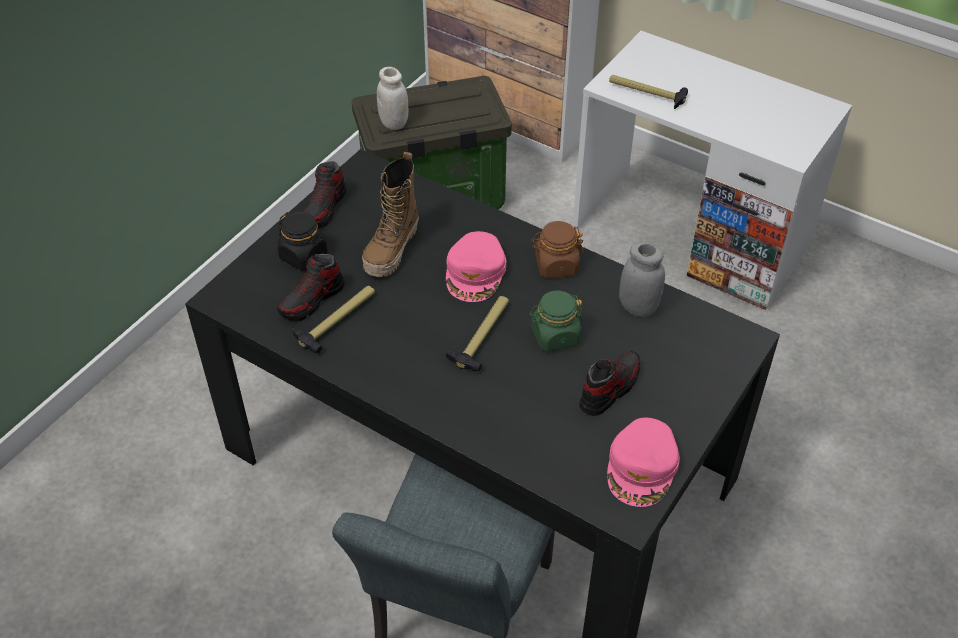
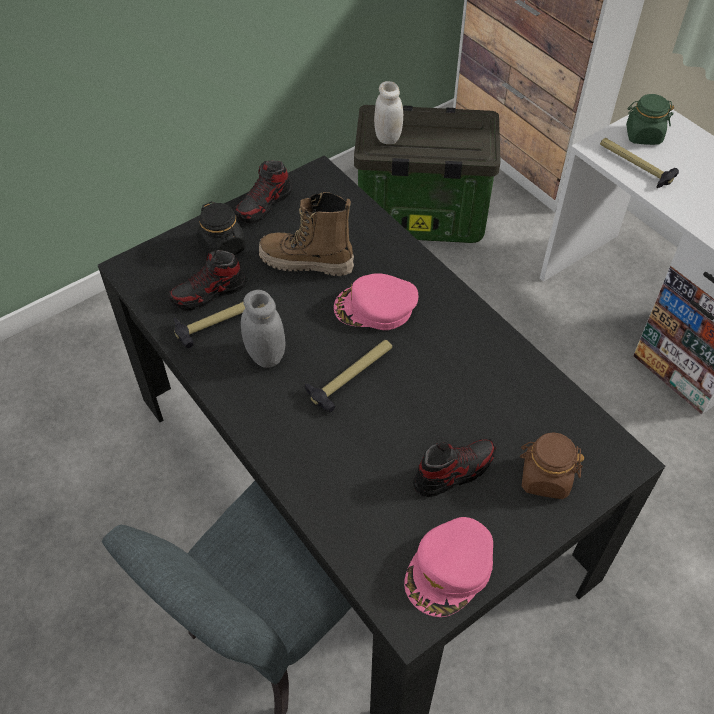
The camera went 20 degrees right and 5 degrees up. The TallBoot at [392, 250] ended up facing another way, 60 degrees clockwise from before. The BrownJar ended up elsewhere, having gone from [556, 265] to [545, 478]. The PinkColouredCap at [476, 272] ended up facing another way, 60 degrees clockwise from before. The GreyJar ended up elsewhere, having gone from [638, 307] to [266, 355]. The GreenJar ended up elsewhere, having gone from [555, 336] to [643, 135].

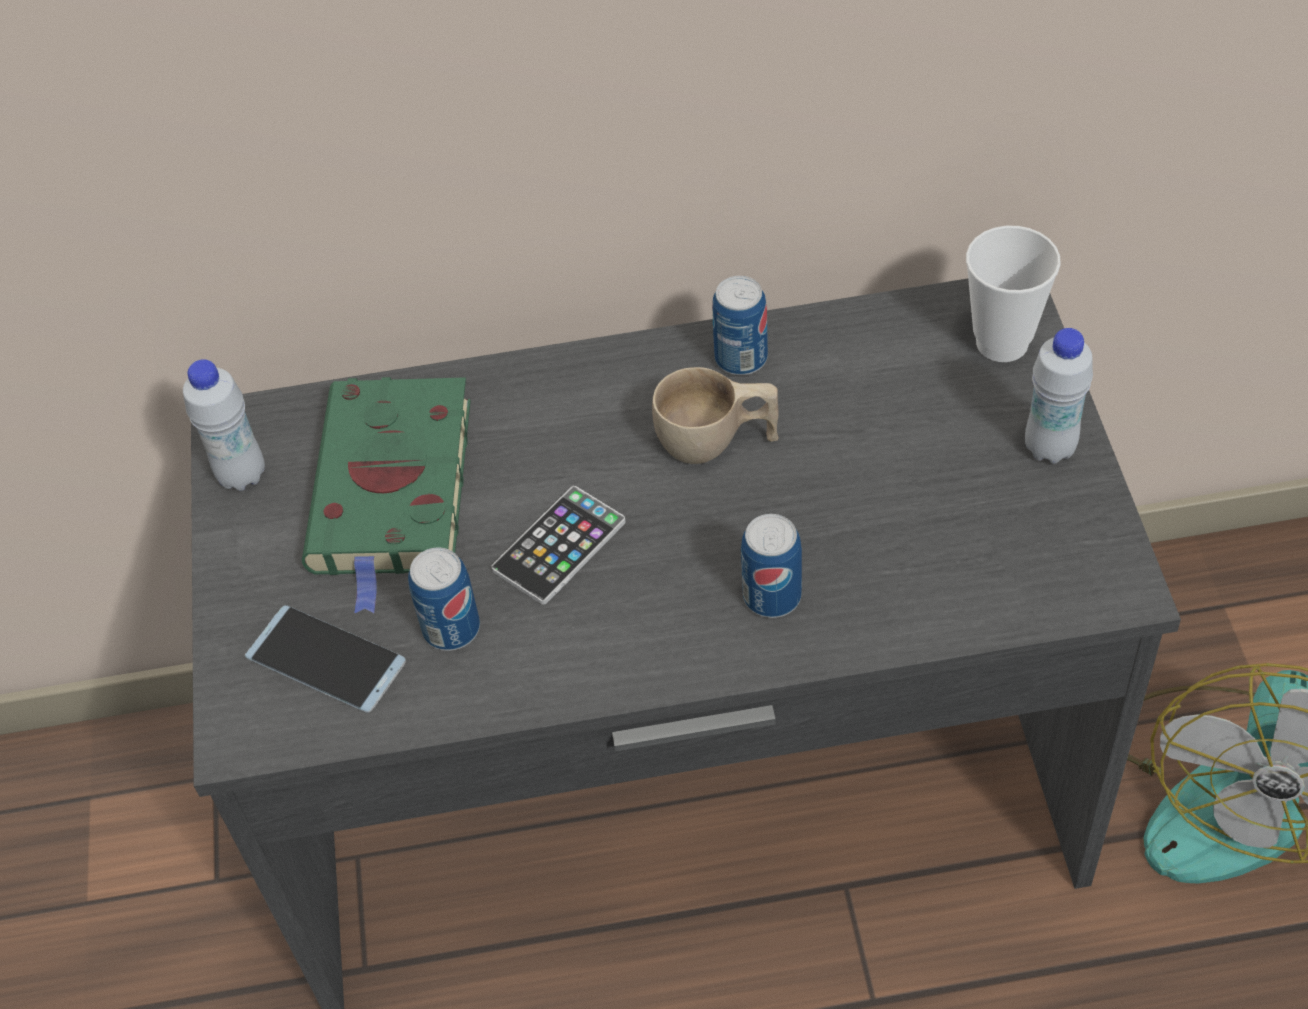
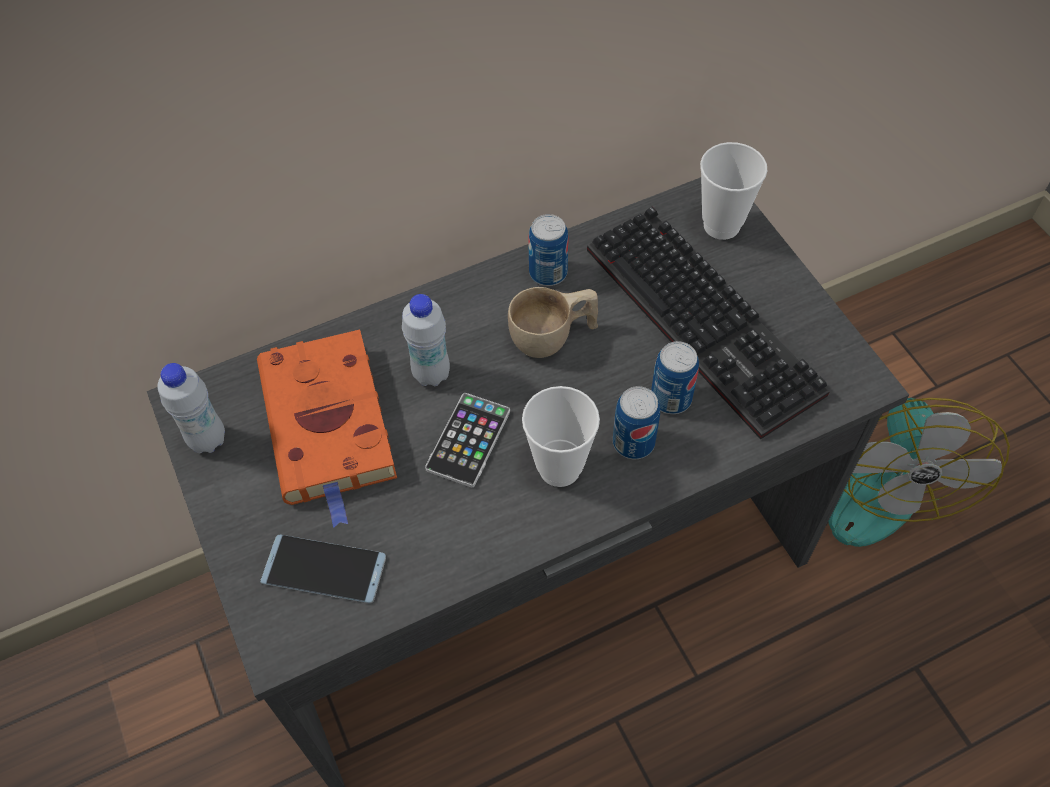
The camera went 20 degrees left and 5 degrees up. The WhitishBeverageBottle ended up elsewhere, having gone from [1049, 448] to [431, 374]. What was the GreenBoundBook at [393, 492] turned into the OrangeBoundBook at [330, 427]. The MetalCan ended up elsewhere, having gone from [451, 629] to [671, 398]. The second view gained the Keyboard at [709, 321]. The second view gained the DrinkingCup at [559, 468].

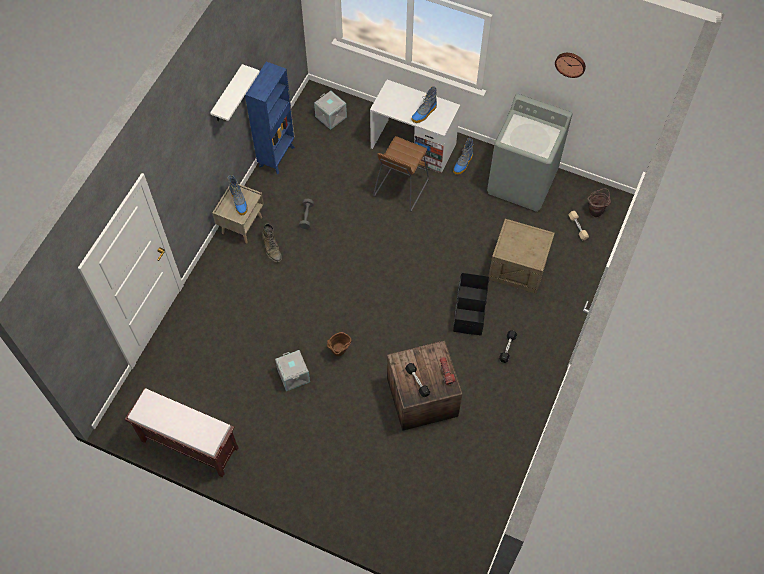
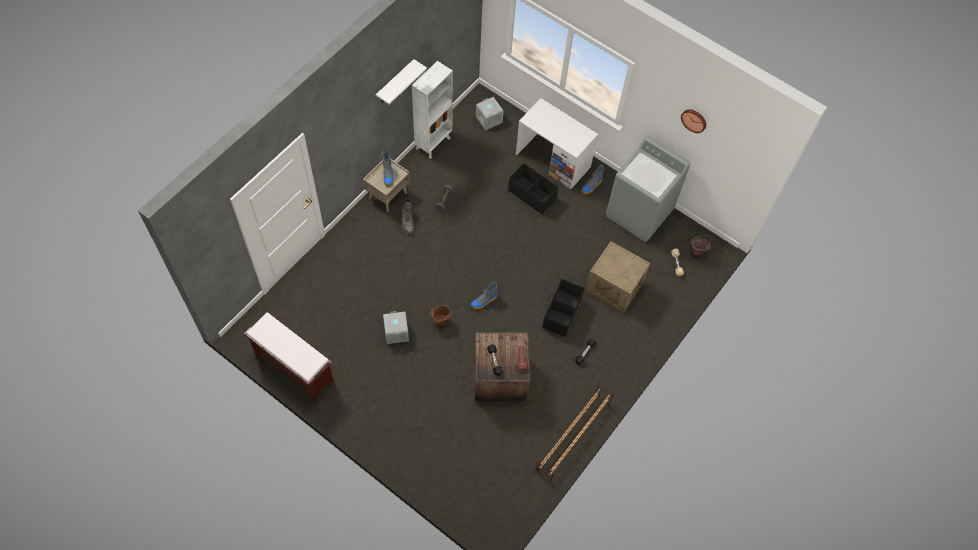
The camera went 10 degrees right and 0 degrees up. What was the BlueColouredBookshelf at [277, 156] turned into the WhitishBookshelf at [434, 143]. The TallBoot ended up elsewhere, having gone from [424, 113] to [484, 301]. Where the BrownStool stood at [401, 188], the BlackStorageBin came to stand at [532, 195]. The second view gained the BrownShoeStand at [572, 437].

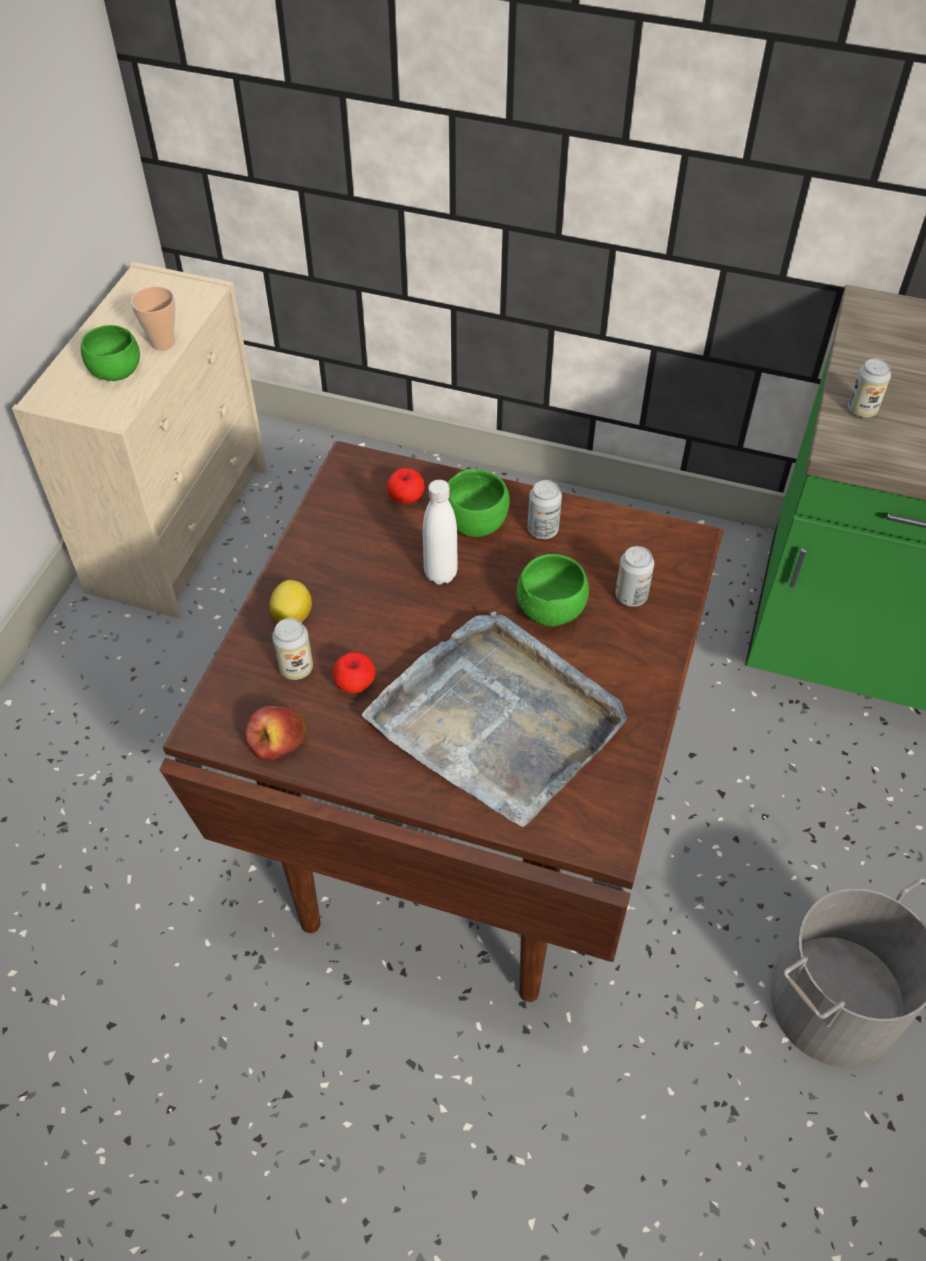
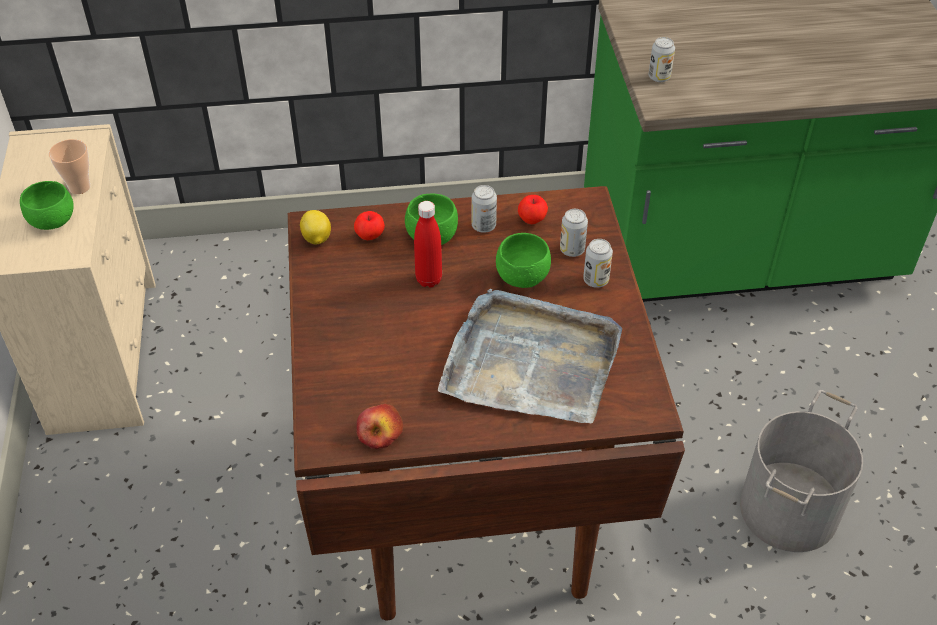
The camera went 25 degrees left and 5 degrees down. What was the WhitishBeverageBottle at [440, 574] turned into the ReddishBeverageBottle at [428, 280]. The WholeLemon ended up elsewhere, having gone from [292, 617] to [316, 239]. The MetalCan ended up elsewhere, having gone from [296, 668] to [596, 280]. The WholeApple ended up elsewhere, having gone from [355, 685] to [532, 220].

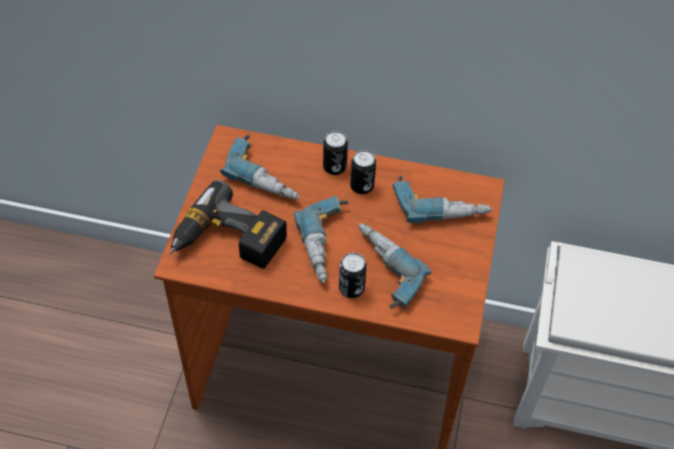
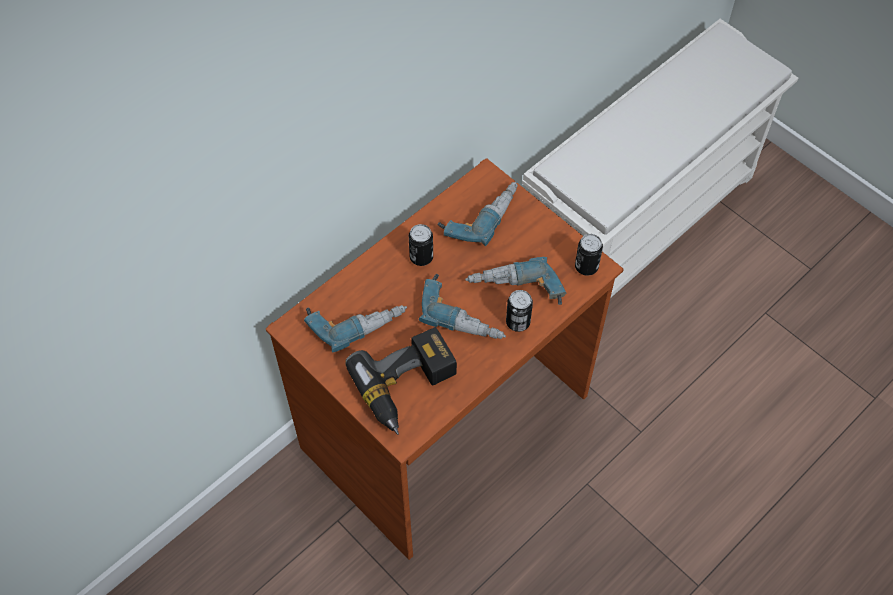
The camera went 55 degrees left and 5 degrees up. The MetalCan ended up elsewhere, having gone from [334, 167] to [586, 267].

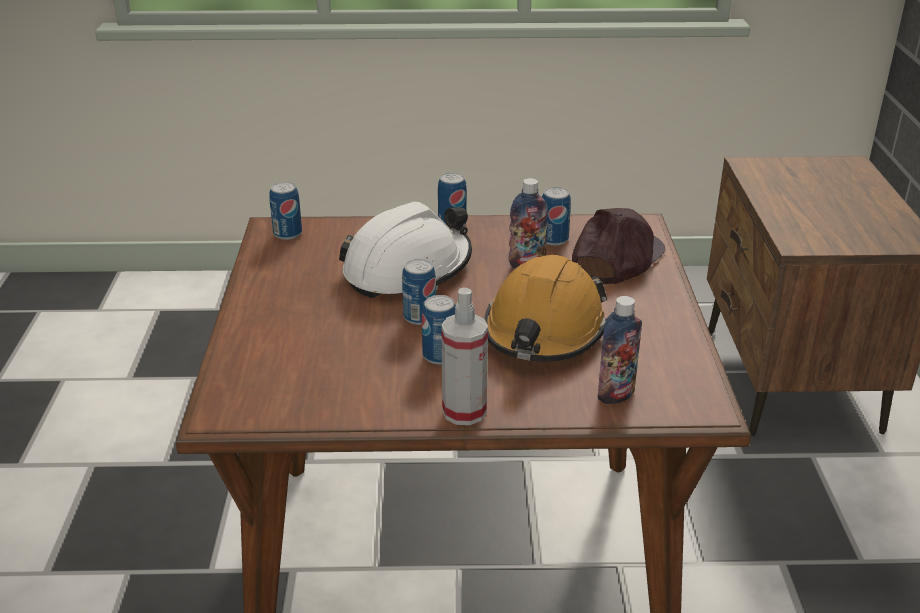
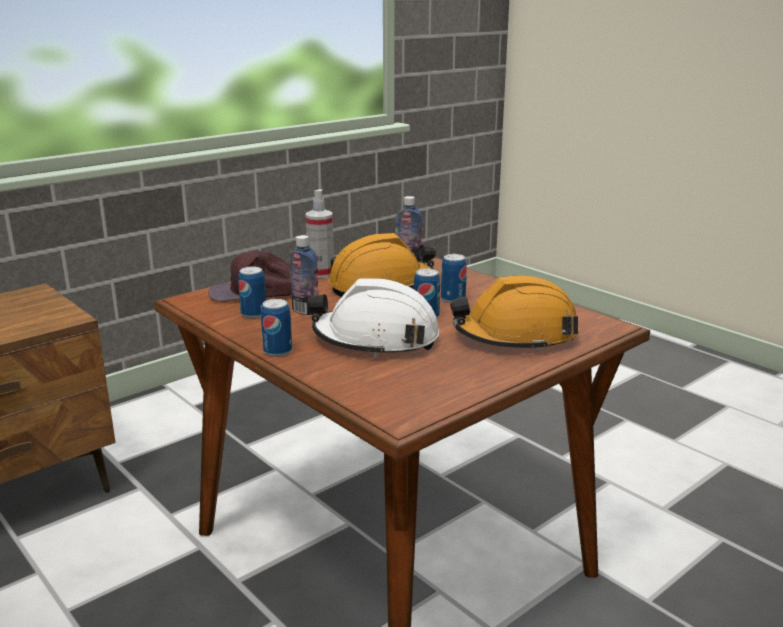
The camera went 130 degrees left and 10 degrees down. The second view lost the MetalCan at [287, 234]. The SprayBottle ended up elsewhere, having gone from [464, 411] to [321, 274]. The second view gained the OrangeHardHat at [515, 336].

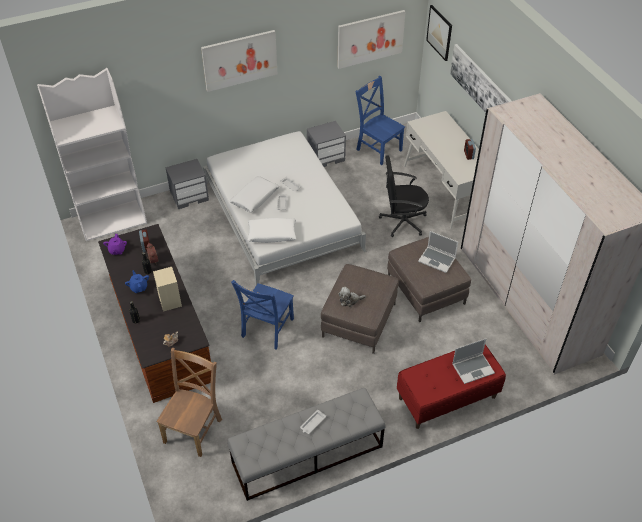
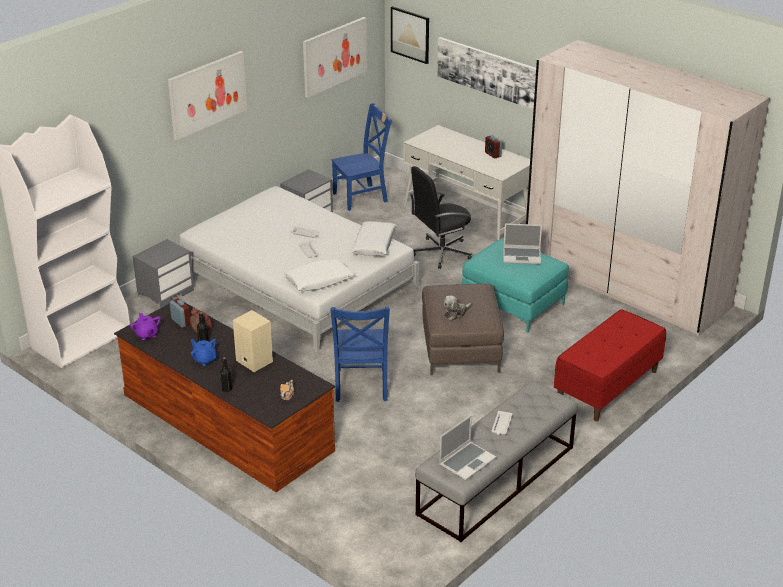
The camera went 25 degrees left and 15 degrees down. The BlueColouredChair at [378, 149] ended up facing another way, 135 degrees clockwise from before. The WhitishThrowPillow ended up elsewhere, having gone from [255, 198] to [374, 244]. What was the BrownFootrest at [426, 290] turned into the TurquoiseColouredFootrest at [513, 304]. The NotebookComputer ended up elsewhere, having gone from [473, 368] to [467, 461]. The second view lost the BrownChair at [194, 428].

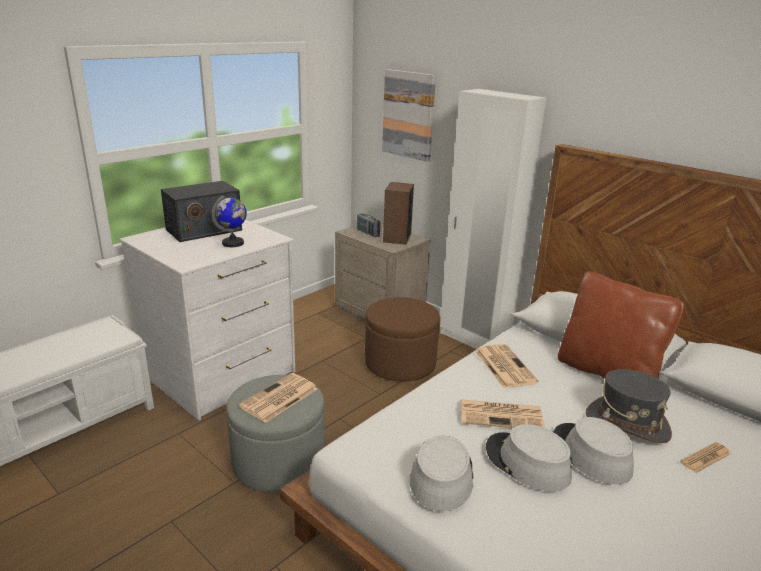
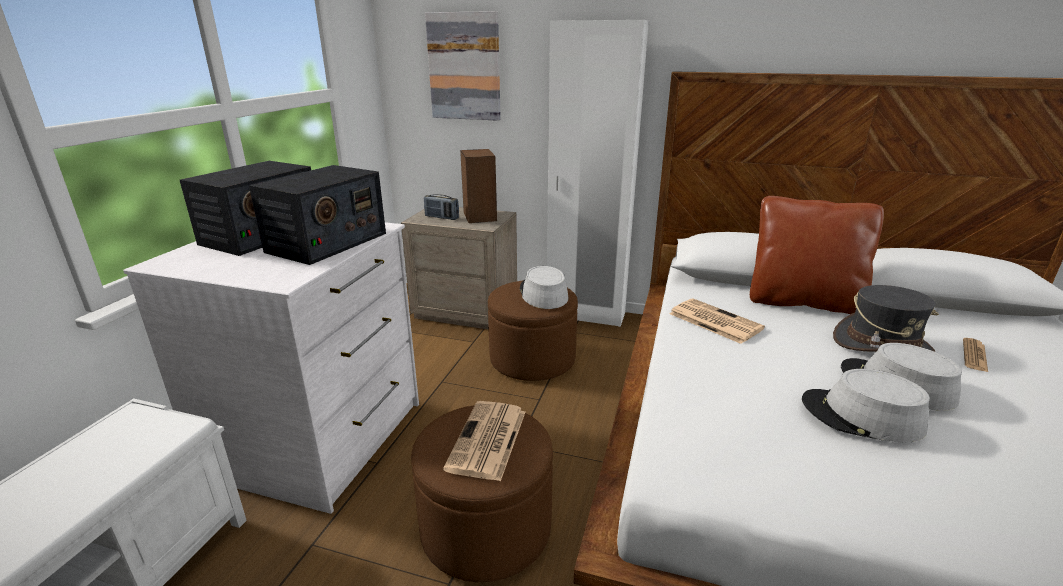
The camera went 25 degrees left and 0 degrees up. Where the DeskGlobe stood at [233, 243], the RadioSet came to stand at [327, 243]. What was the GreyFootrest at [278, 461] turned into the BrownFootrest at [486, 527]. The second view lost the PrintedPaper at [502, 415]. The GreyWearableHat ended up elsewhere, having gone from [441, 475] to [543, 294].

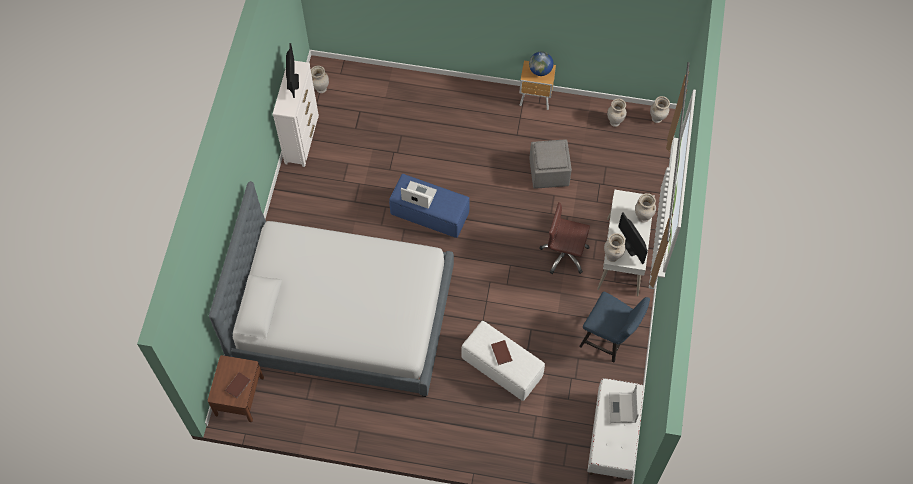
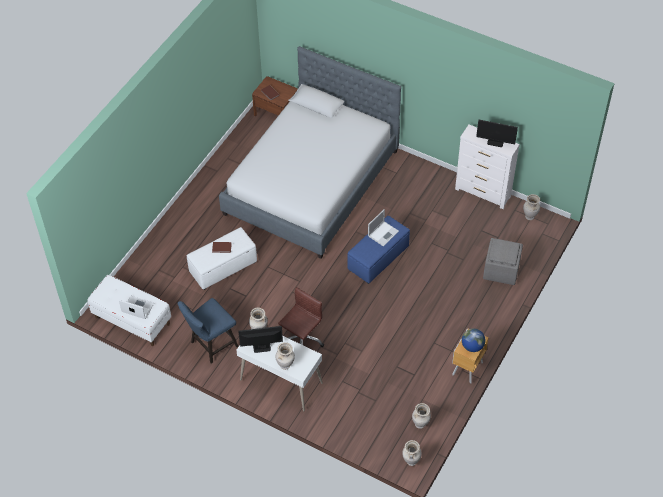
The camera went 110 degrees right and 10 degrees down. The GreyFootrest ended up elsewhere, having gone from [548, 172] to [501, 270].

